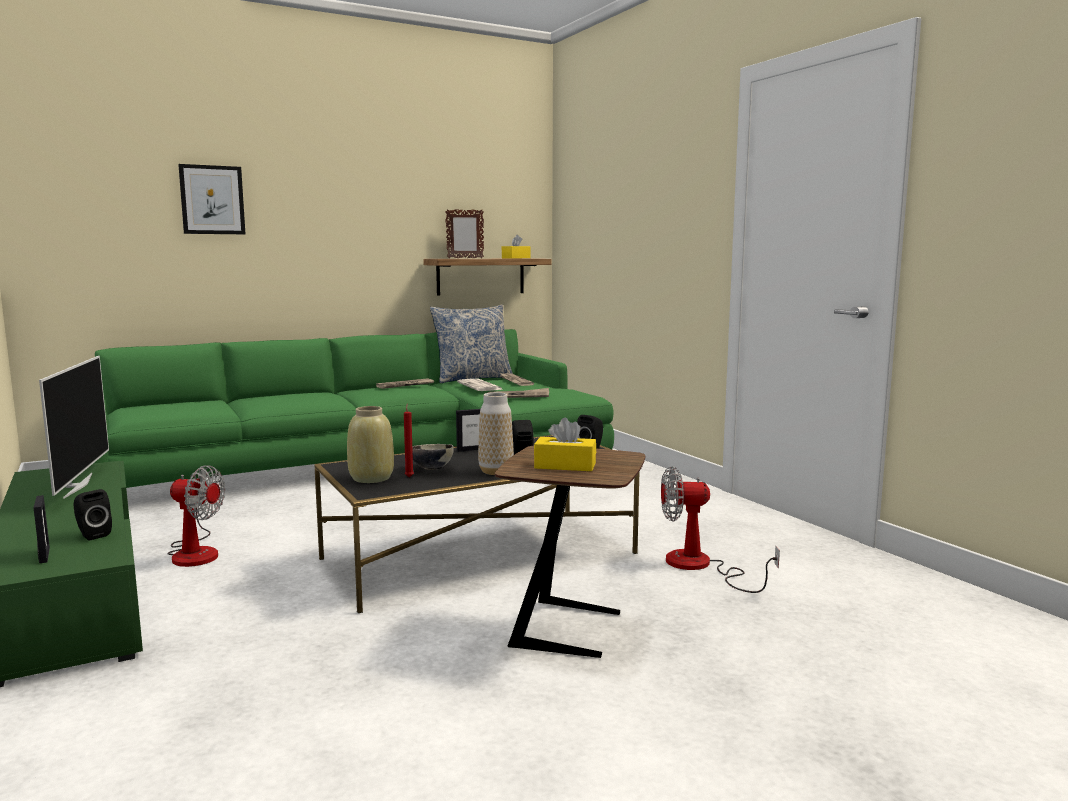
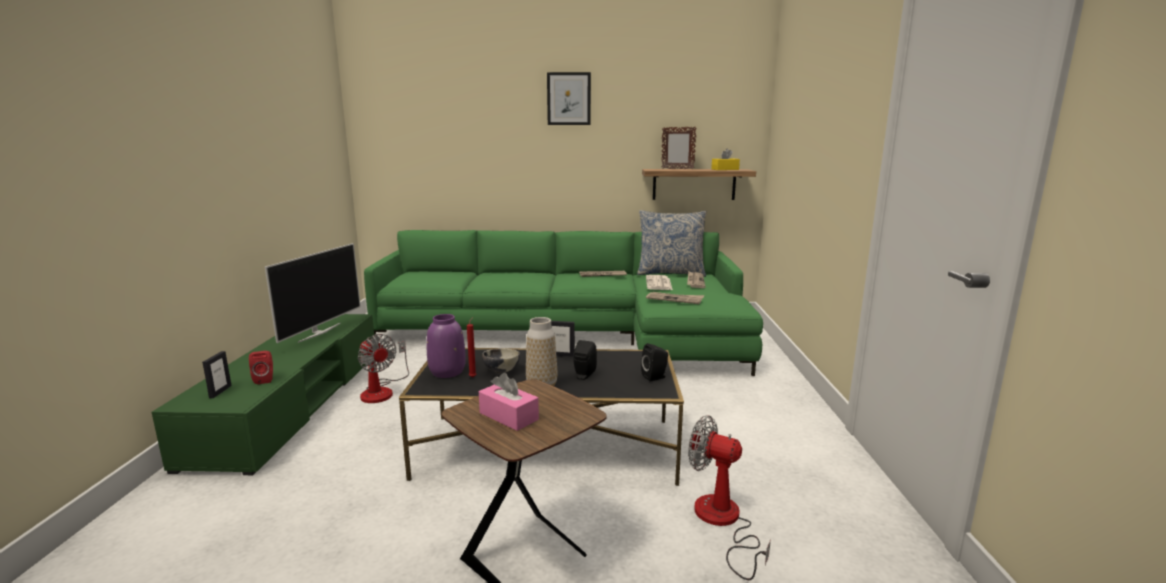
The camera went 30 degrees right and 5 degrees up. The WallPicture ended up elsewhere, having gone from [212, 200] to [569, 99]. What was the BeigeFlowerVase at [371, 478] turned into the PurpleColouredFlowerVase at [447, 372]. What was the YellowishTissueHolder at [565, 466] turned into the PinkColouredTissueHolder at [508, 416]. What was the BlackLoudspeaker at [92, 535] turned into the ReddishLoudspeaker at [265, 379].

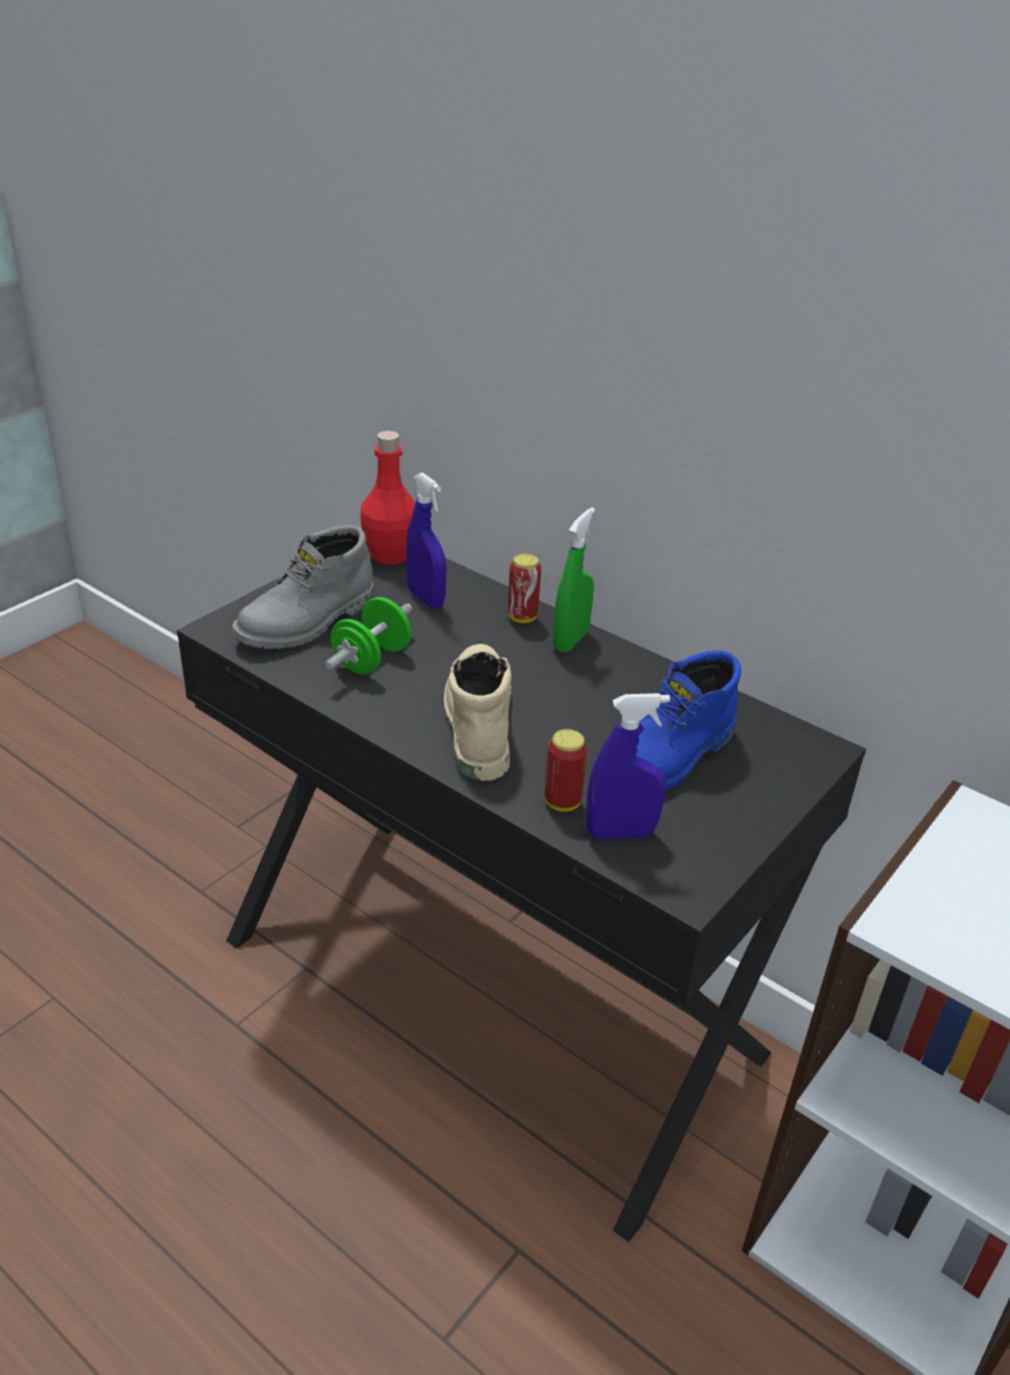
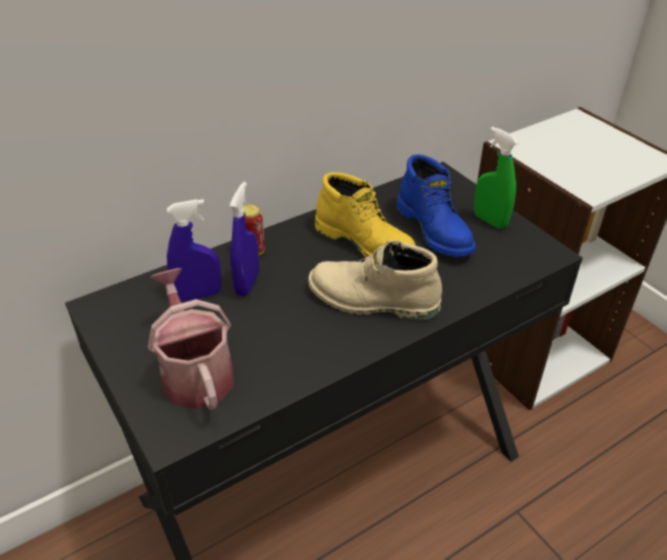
The camera went 70 degrees left and 5 degrees up. The second view lost the ReddishBeverageBottle at [390, 556]. The GreenSprayBottle ended up elsewhere, having gone from [570, 641] to [489, 221]. Where the GreyTallBoot stood at [308, 622], the SprinklingCan came to stand at [195, 372]. The second view lost the GreenFreeWeight at [371, 660]. The BlueColouredSprayBottle ended up elsewhere, having gone from [620, 833] to [247, 284]. The second view lost the MetalCan at [562, 802]. The second view gained the YellowishTallBoot at [366, 243].

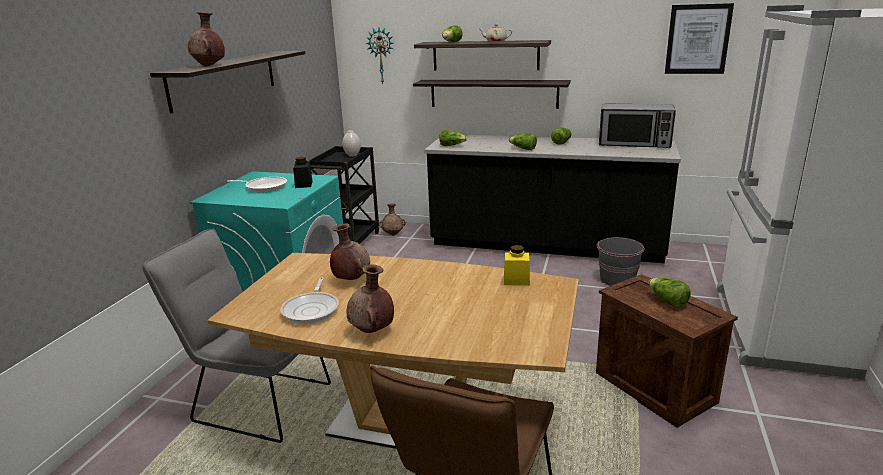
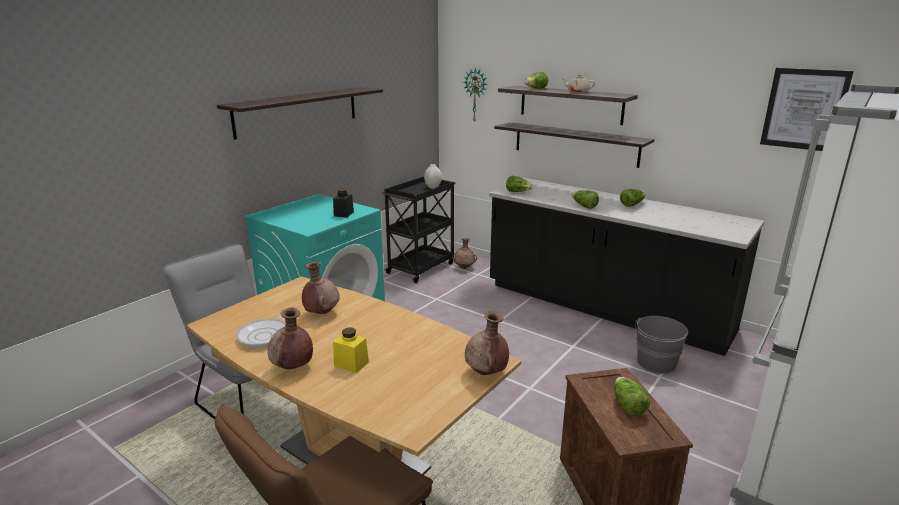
The camera went 20 degrees right and 0 degrees up. The BrownFlowerVase ended up elsewhere, having gone from [209, 66] to [486, 373]. The second view lost the Microwave at [634, 144]. The second view lost the FryingPan at [264, 187]. The YellowishJar ended up elsewhere, having gone from [516, 280] to [351, 364].

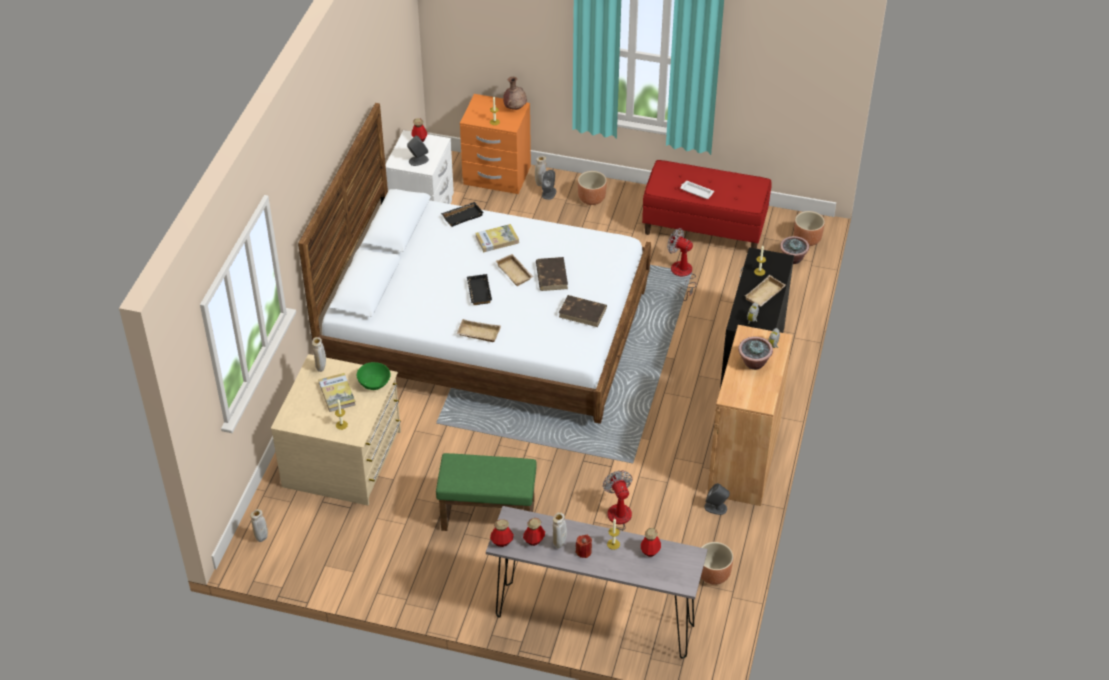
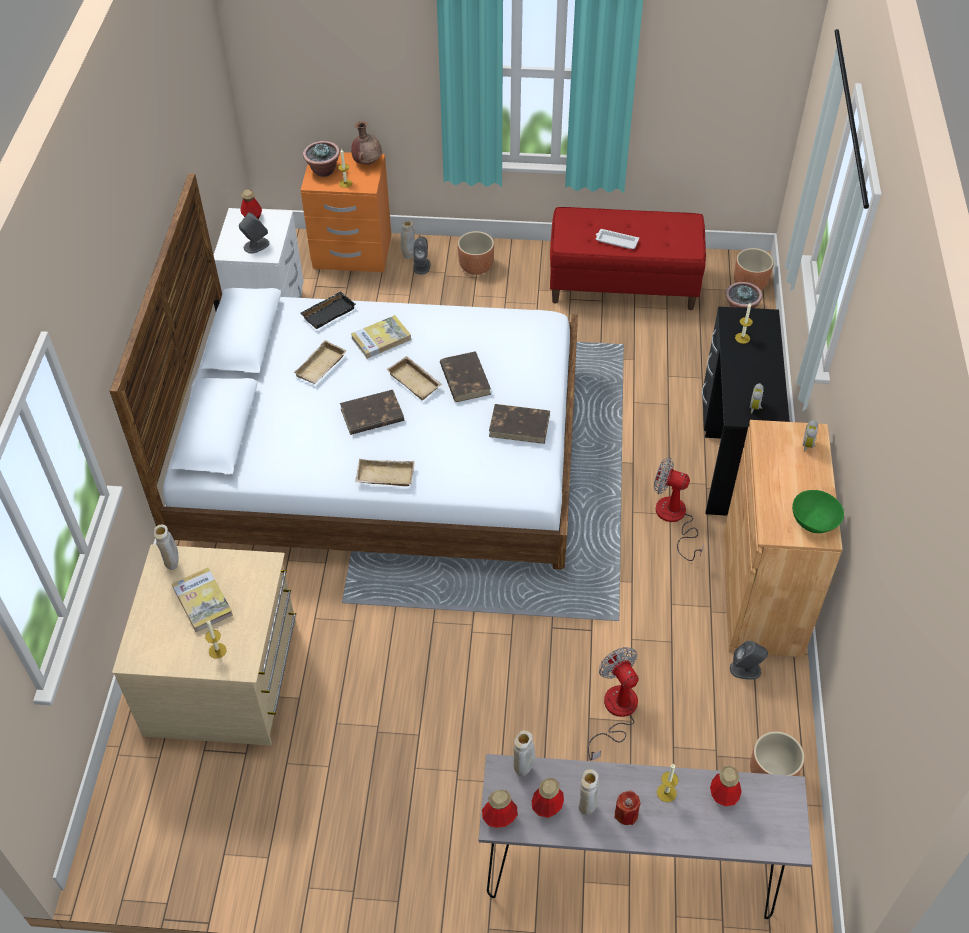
The camera went 10 degrees left and 5 degrees up. The ElectricFan ended up elsewhere, having gone from [682, 275] to [674, 519]. Where the BlackServingTray stood at [478, 292], the BrownBoundBook came to stand at [371, 415]. The BeigeServingTray ended up elsewhere, having gone from [765, 295] to [321, 367]. The Houseplant ended up elsewhere, having gone from [753, 363] to [323, 171]. The GreenServingBowl ended up elsewhere, having gone from [374, 383] to [814, 521]. The second view lost the GreenFootrest at [487, 516]. The BeigeFlowerVase ended up elsewhere, having gone from [262, 539] to [523, 770].

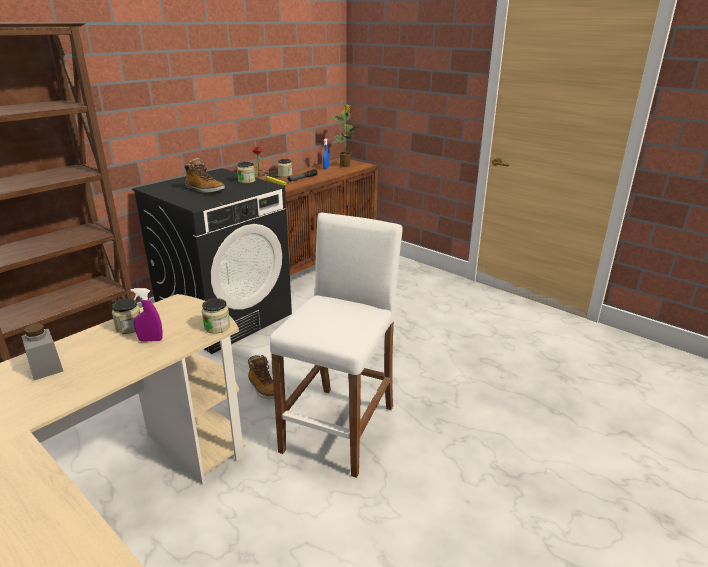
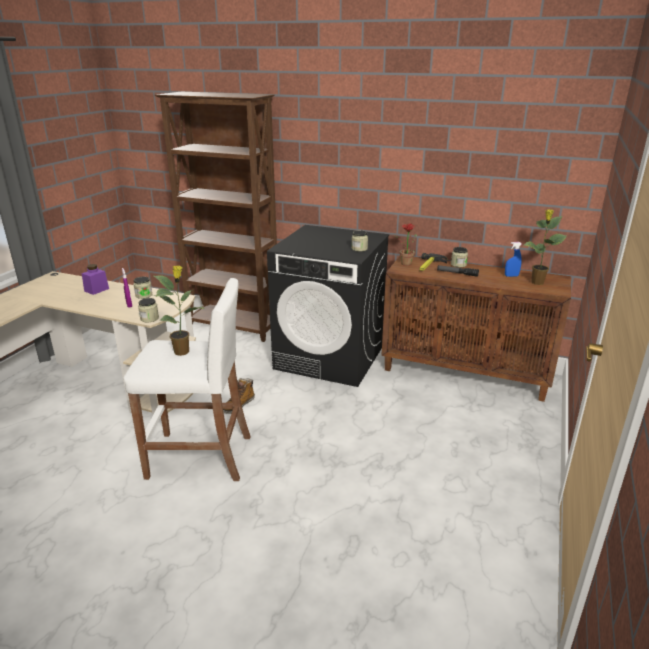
The camera went 70 degrees right and 0 degrees up. The second view lost the TallBoot at [204, 190]. What was the GreyJar at [46, 367] turned into the PurpleColouredJar at [96, 290]. The second view gained the Houseplant at [182, 351].

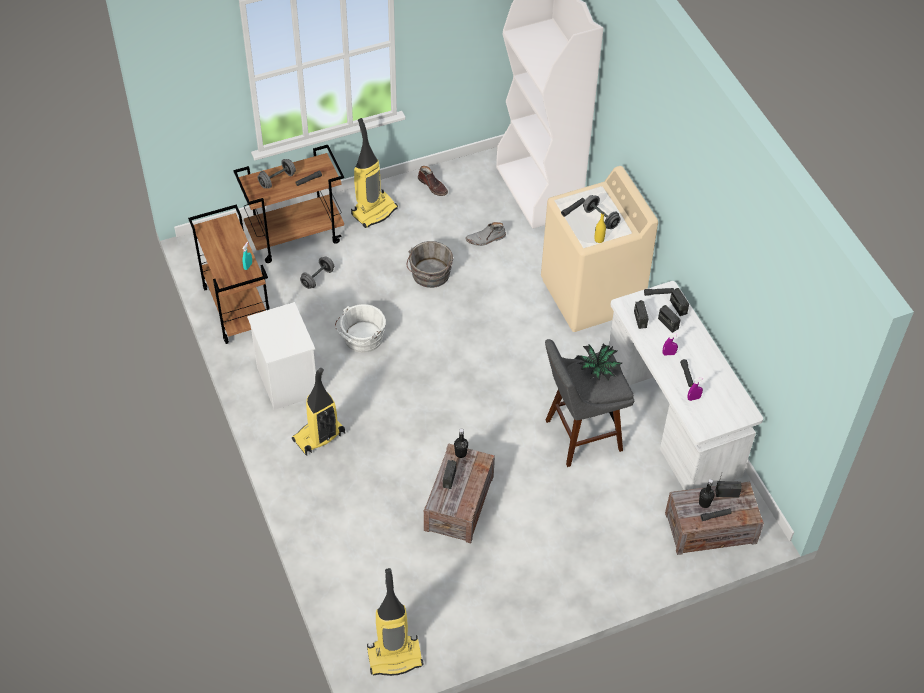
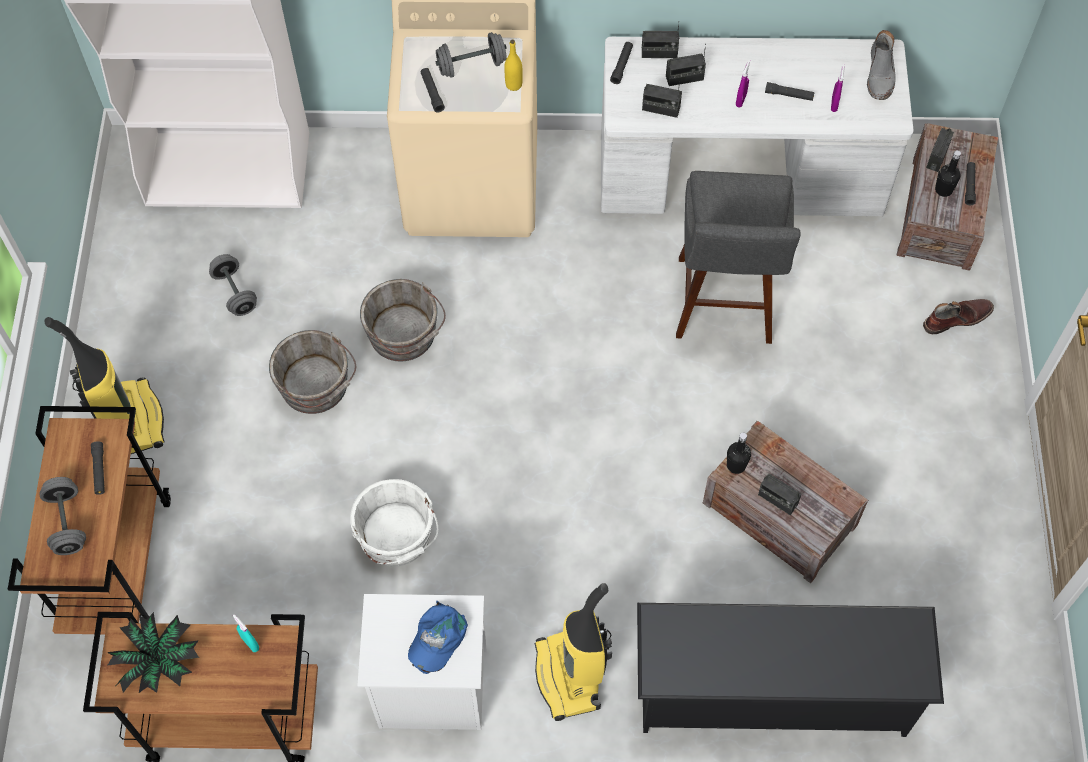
The camera went 65 degrees left and 10 degrees up. The BrownTallBoot ended up elsewhere, having gone from [433, 186] to [956, 318]. The GreyTallBoot ended up elsewhere, having gone from [485, 239] to [880, 75]. The GreyFreeWeight ended up elsewhere, having gone from [317, 278] to [235, 292]. The Houseplant ended up elsewhere, having gone from [597, 369] to [158, 662]. The second view lost the VacuumCleaner at [395, 656]. The second view gained the GreyBucket at [405, 335]. The second view gained the BlueColouredCap at [437, 638]. The second view gained the BlackShoeStand at [772, 692].

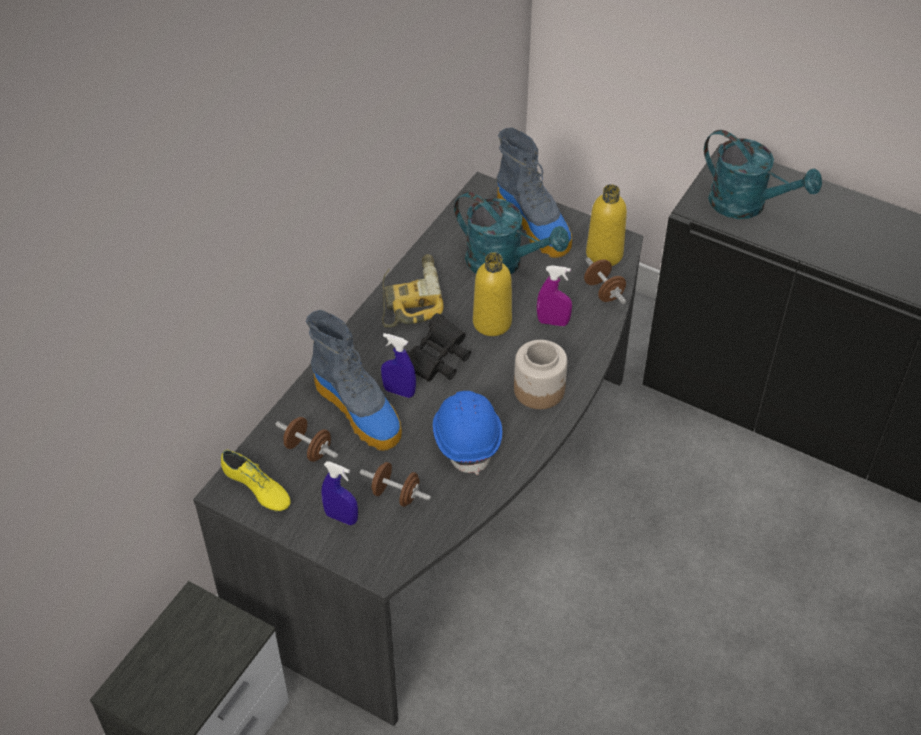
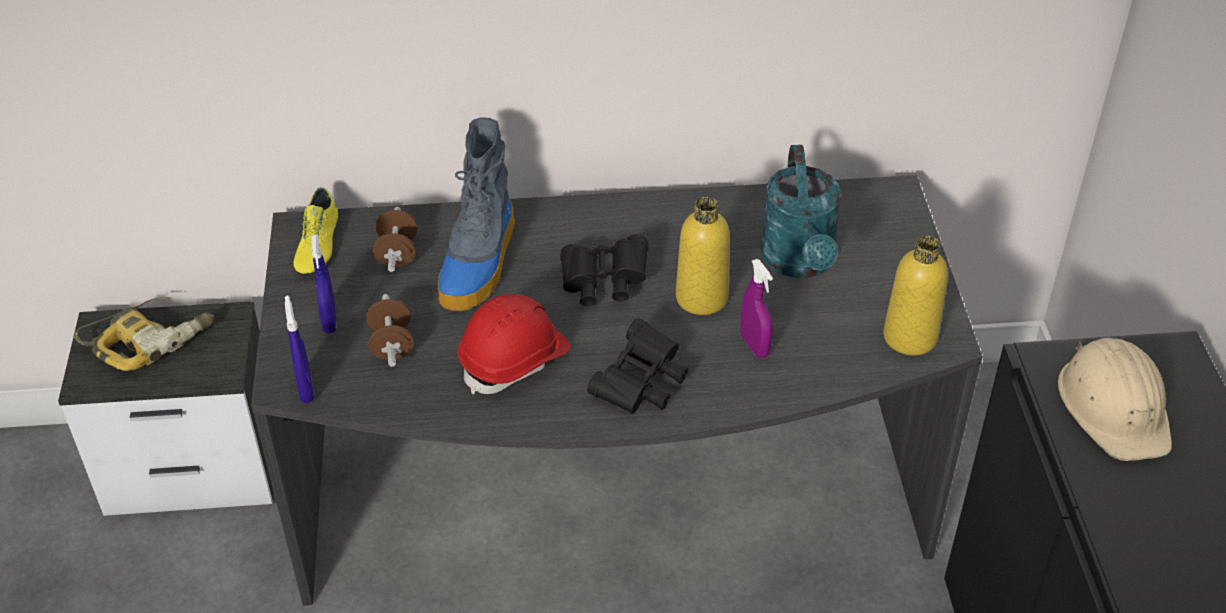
The camera went 55 degrees right and 5 degrees down. The second view lost the TallBoot at [535, 225]. Where the TurquoiseColouredSprinklingCan stood at [747, 205], the BeigeHardHat came to stand at [1114, 407]. The Drill ended up elsewhere, having gone from [410, 297] to [149, 339]. The second view lost the BrownFreeWeight at [603, 291]. The BlueColouredSprayBottle ended up elsewhere, having gone from [399, 392] to [306, 389]. Where the Jar stood at [540, 390], the BlackBinoculars came to stand at [641, 384]. What was the BlueColouredHardHat at [467, 438] turned into the ReddishHardHat at [515, 361].

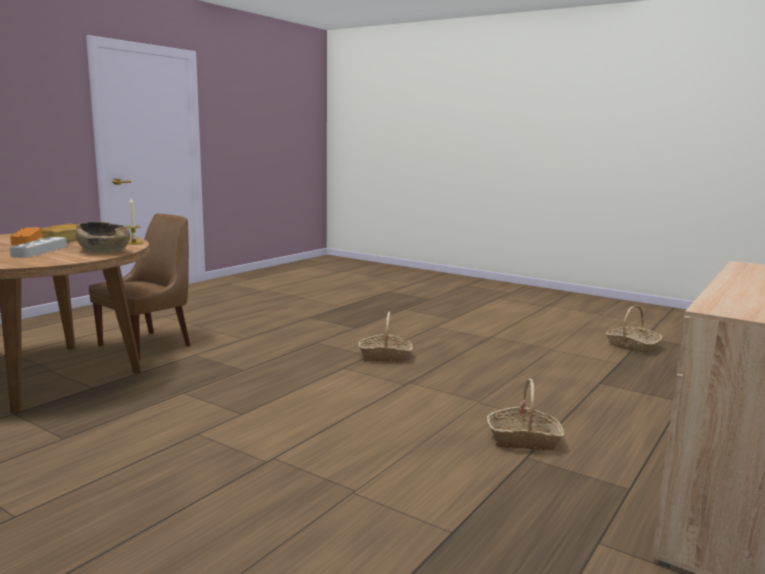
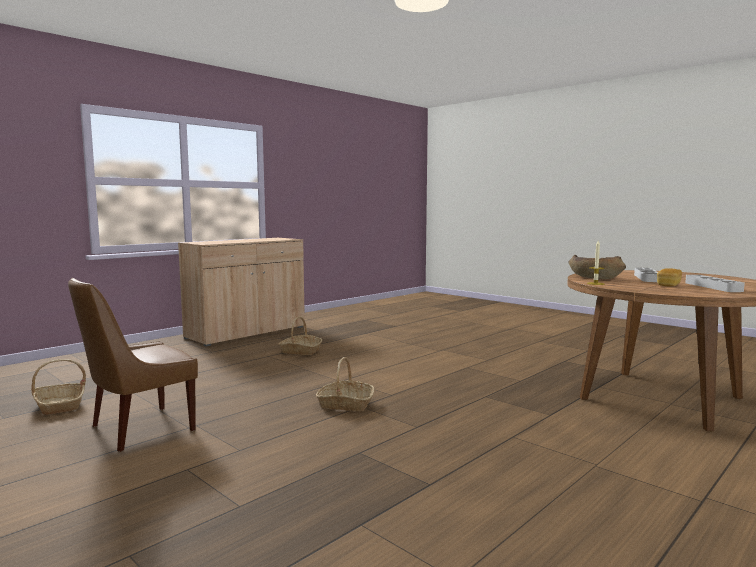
The camera went 170 degrees left and 5 degrees down. The BrownChair ended up elsewhere, having gone from [148, 345] to [138, 429]. What was the OrangeServingTray at [27, 240] turned into the GreyServingTray at [713, 287].

